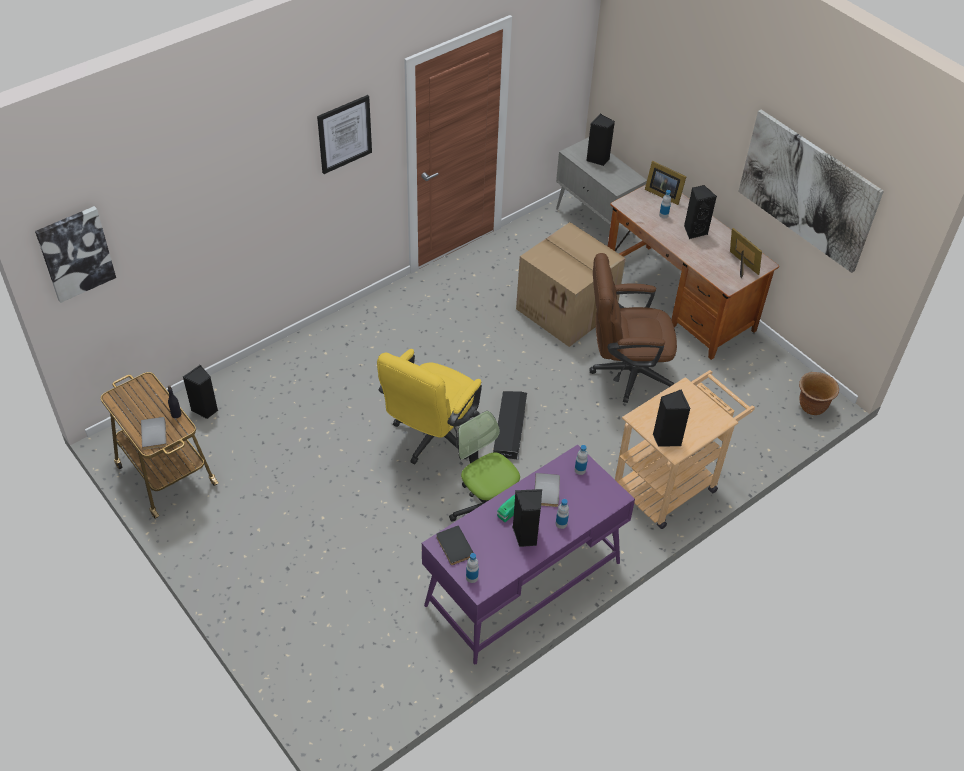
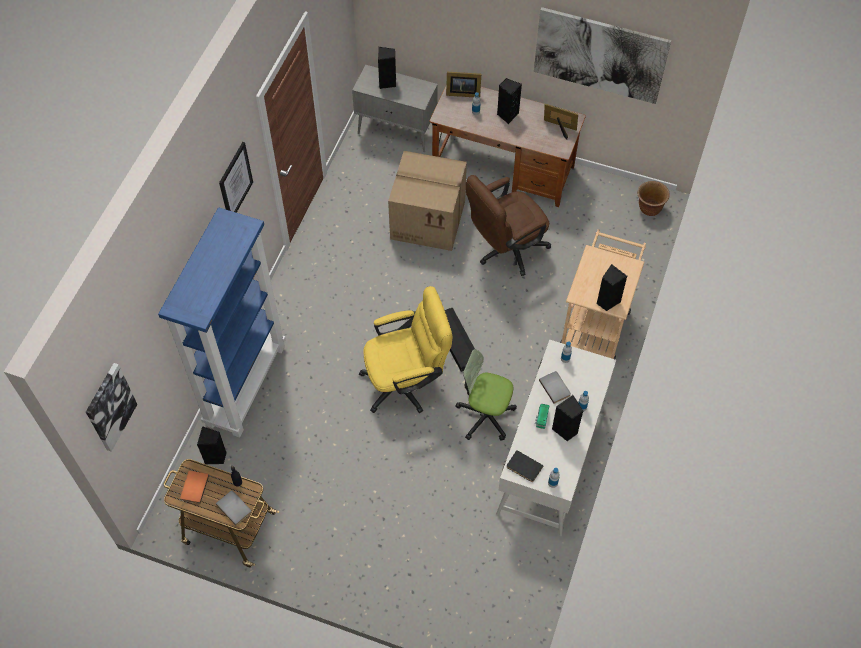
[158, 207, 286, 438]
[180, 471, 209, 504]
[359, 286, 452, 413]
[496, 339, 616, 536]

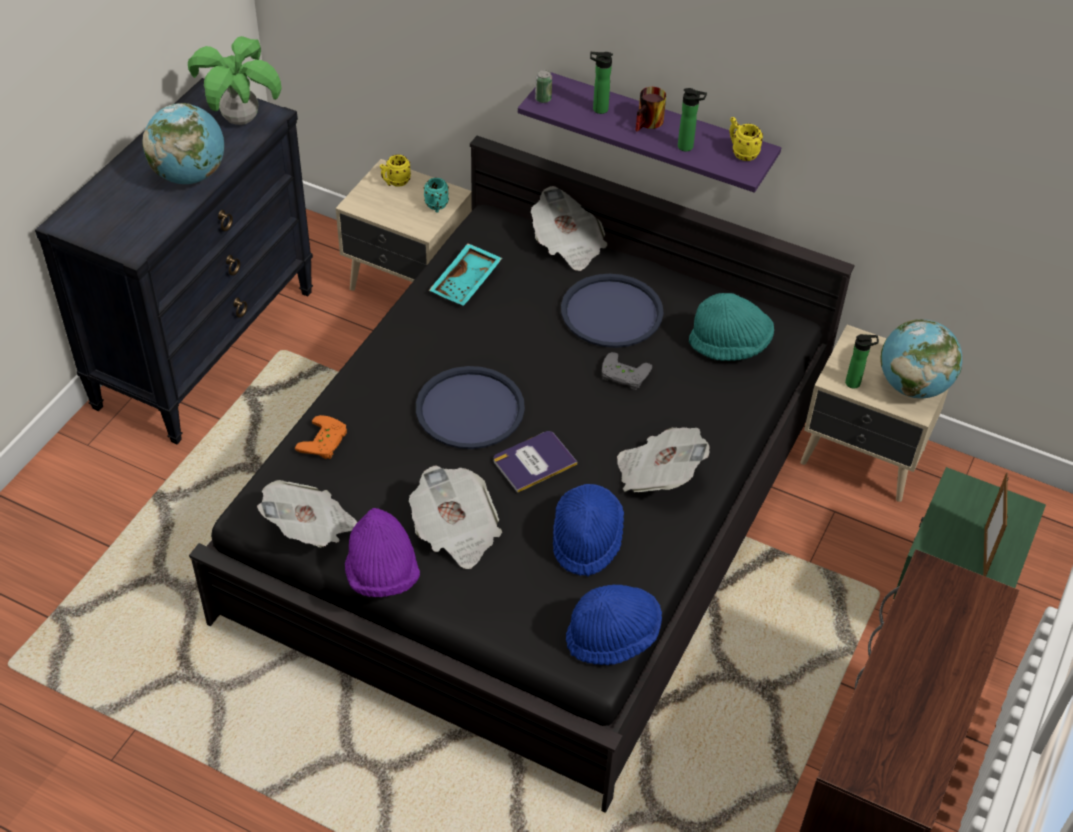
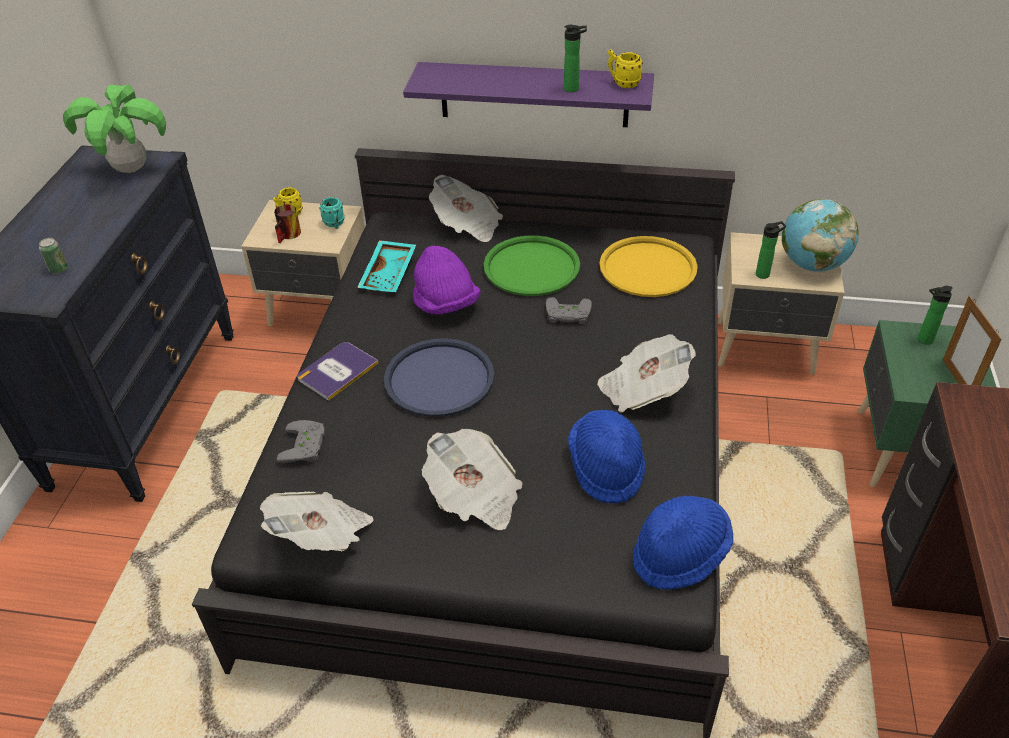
[39, 238, 68, 274]
[274, 204, 301, 243]
[277, 420, 325, 463]
[297, 342, 379, 401]
[413, 246, 481, 315]
[484, 235, 580, 296]
[599, 236, 697, 297]
[918, 286, 953, 344]
[142, 103, 224, 184] (first image)

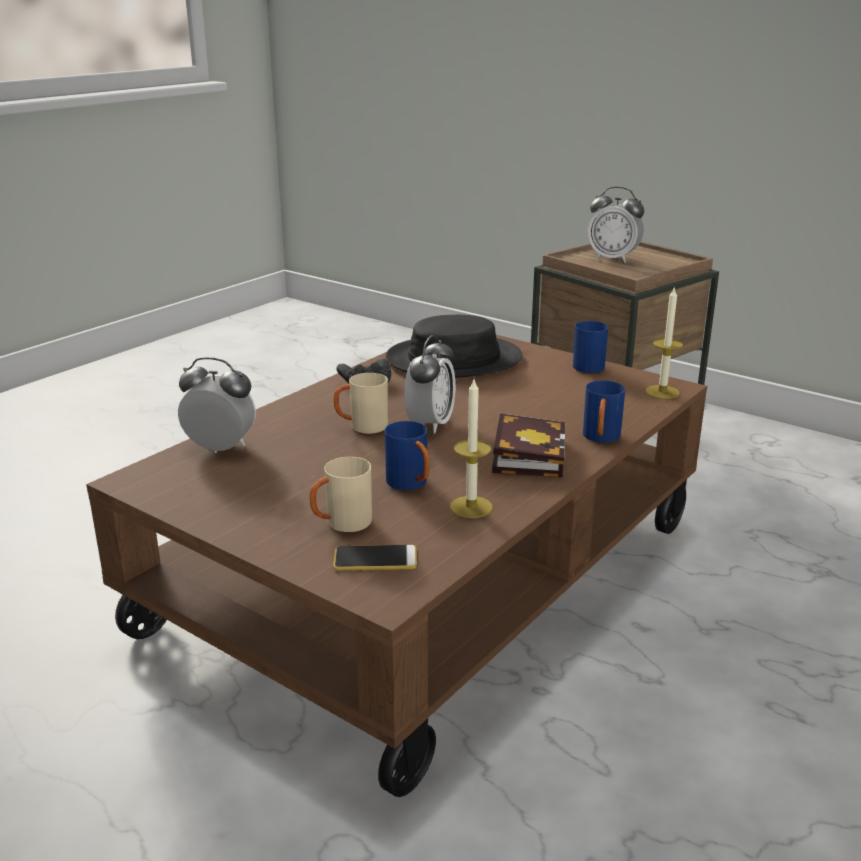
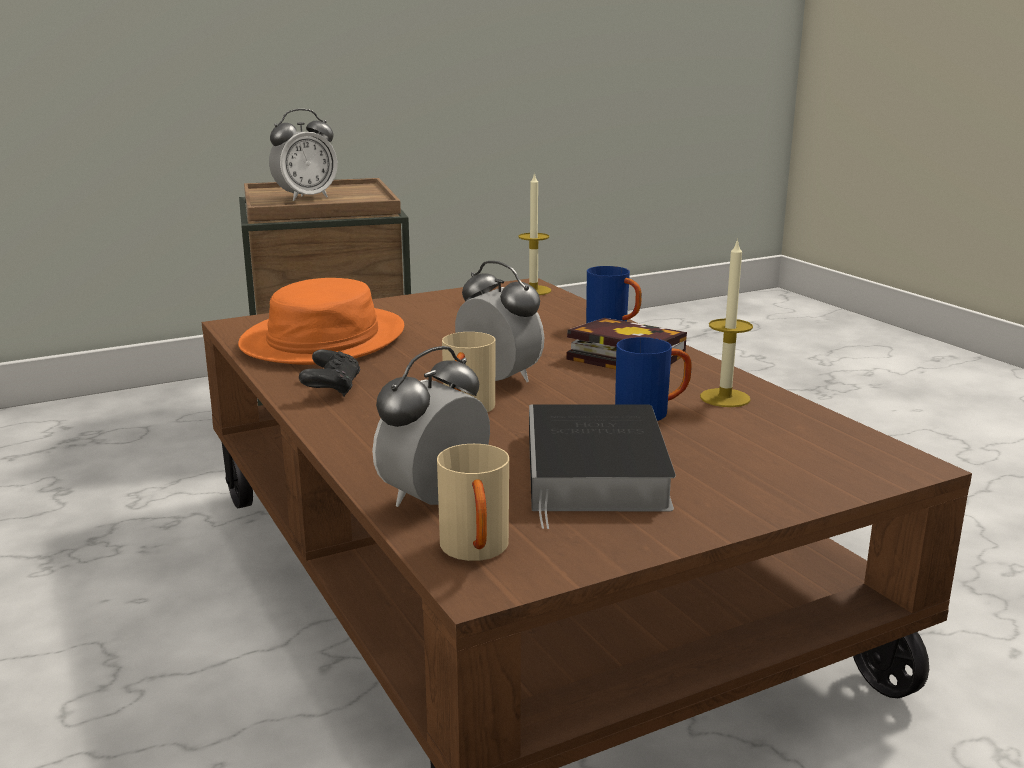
[238, 278, 404, 365]
[437, 444, 509, 561]
[529, 404, 676, 529]
[333, 545, 417, 571] (first image)
[573, 321, 608, 373] (first image)

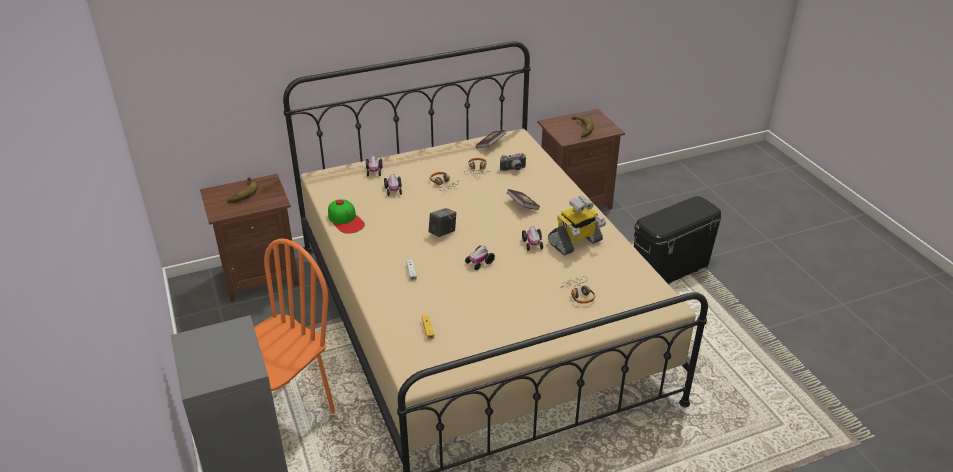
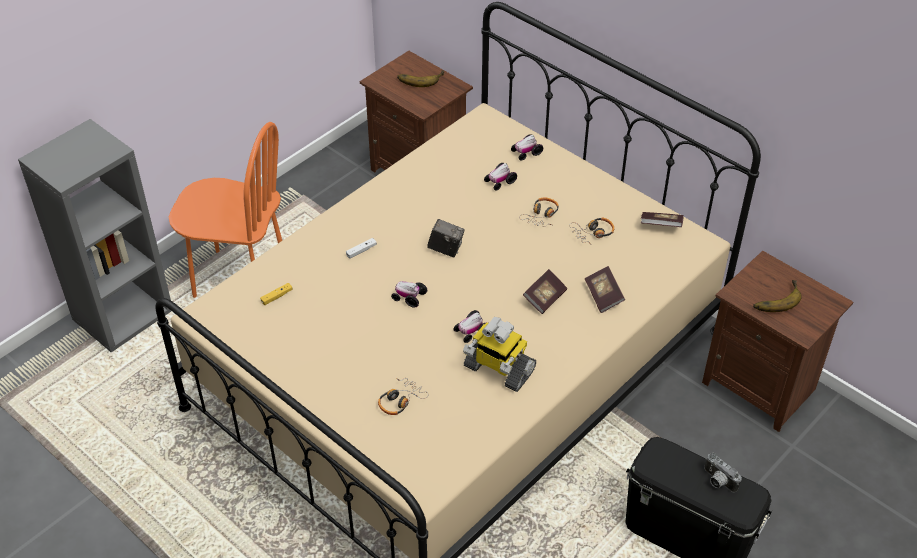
[585, 266, 625, 313]
[704, 453, 742, 492]
[328, 199, 365, 234] (first image)

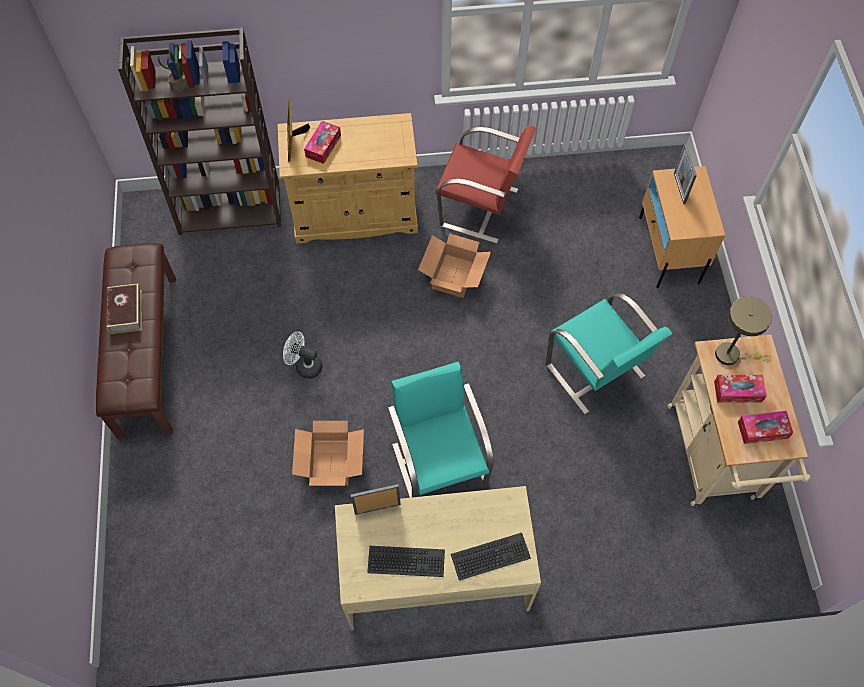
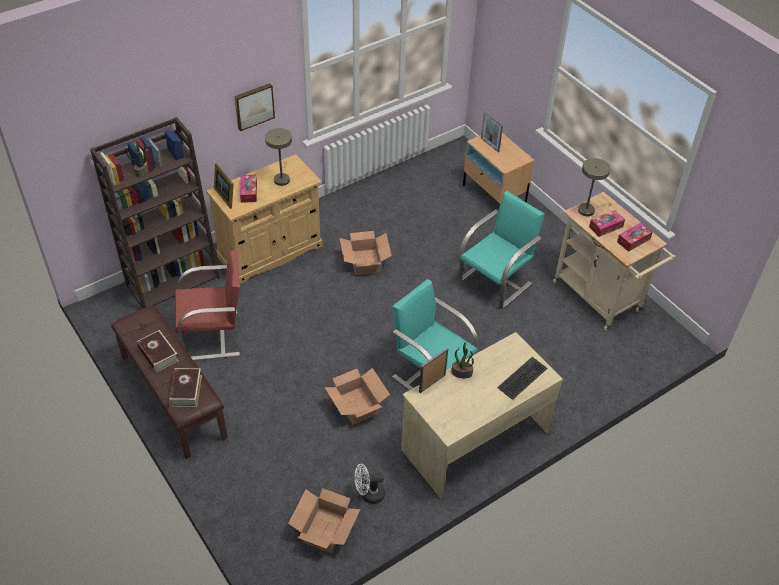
[169, 368, 202, 407]
[175, 250, 240, 361]
[234, 83, 275, 131]
[265, 128, 292, 186]
[288, 488, 360, 553]
[354, 464, 385, 504]
[451, 342, 474, 378]
[458, 191, 545, 309]
[367, 546, 445, 577] (first image)

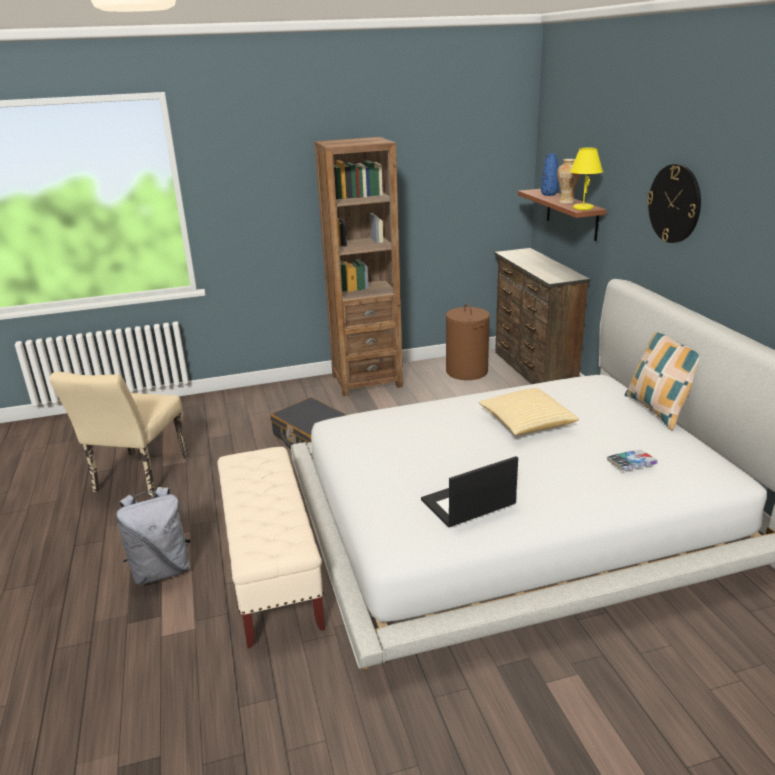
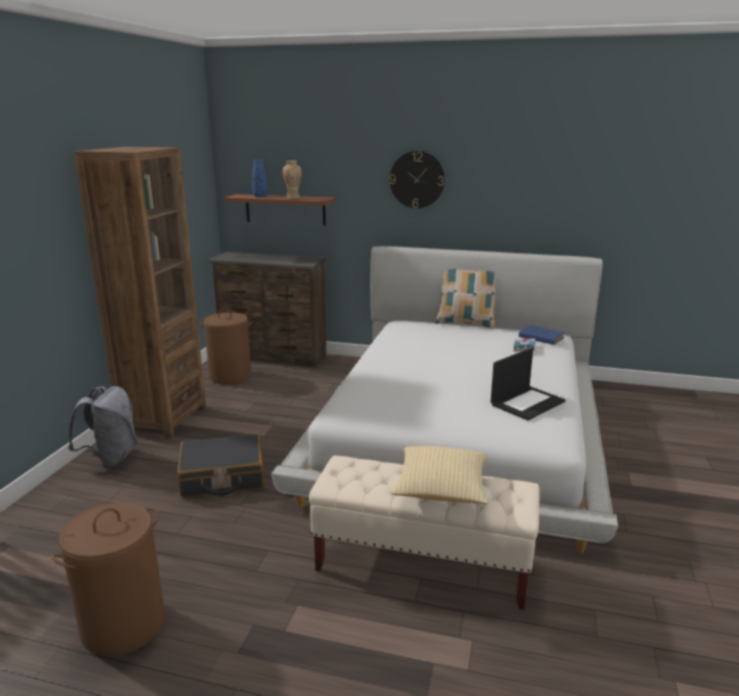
[52, 503, 165, 656]
[68, 386, 137, 469]
[392, 446, 488, 504]
[491, 348, 565, 420]
[519, 325, 565, 345]
[570, 148, 603, 210] (first image)

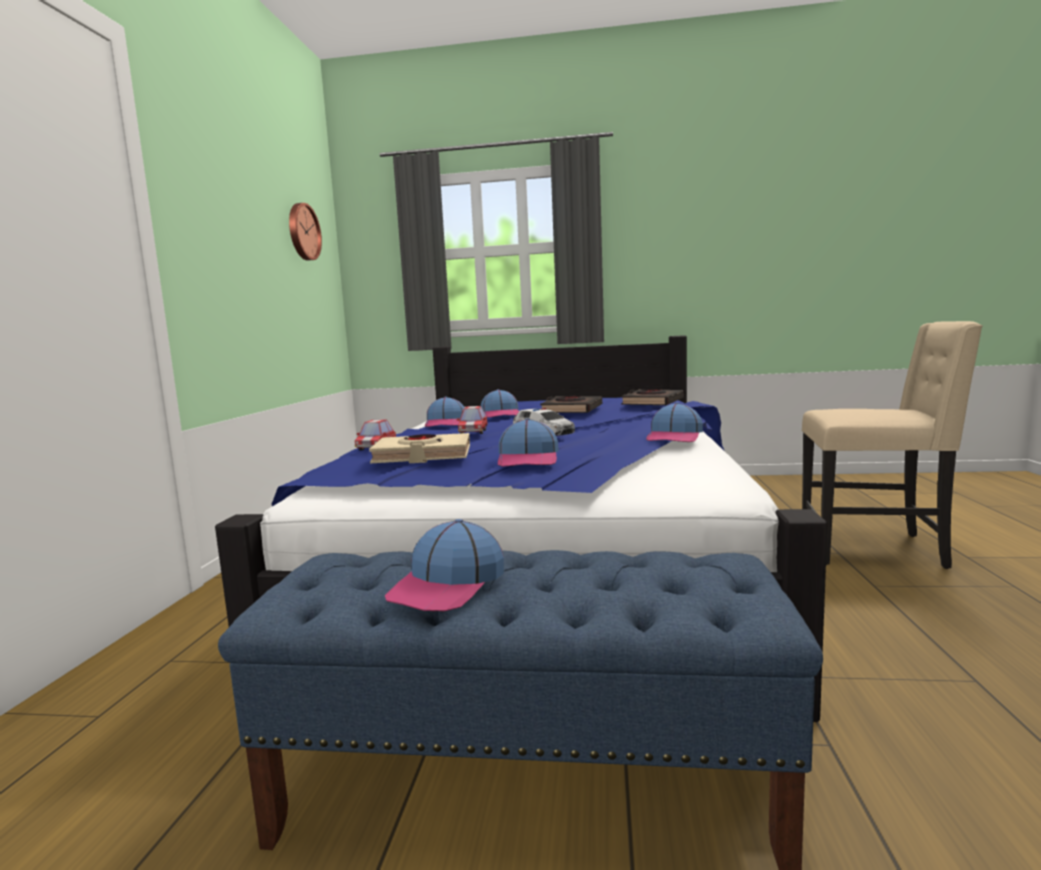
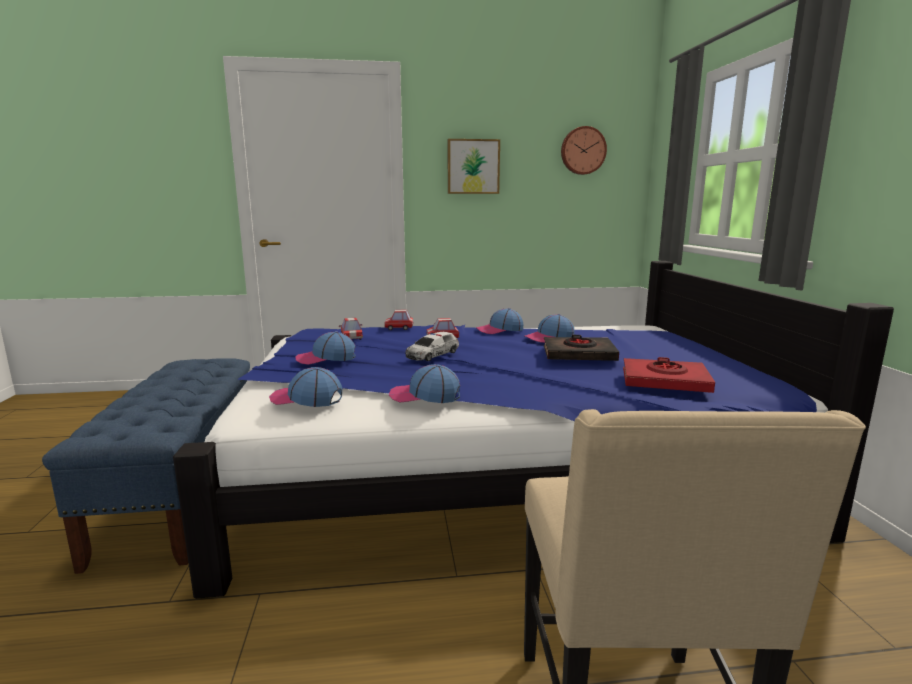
[269, 367, 342, 407]
[339, 318, 363, 340]
[448, 139, 500, 194]
[623, 357, 715, 393]

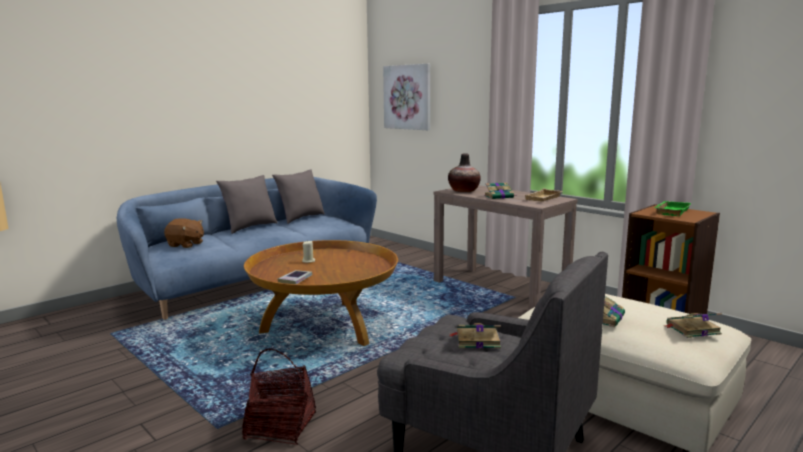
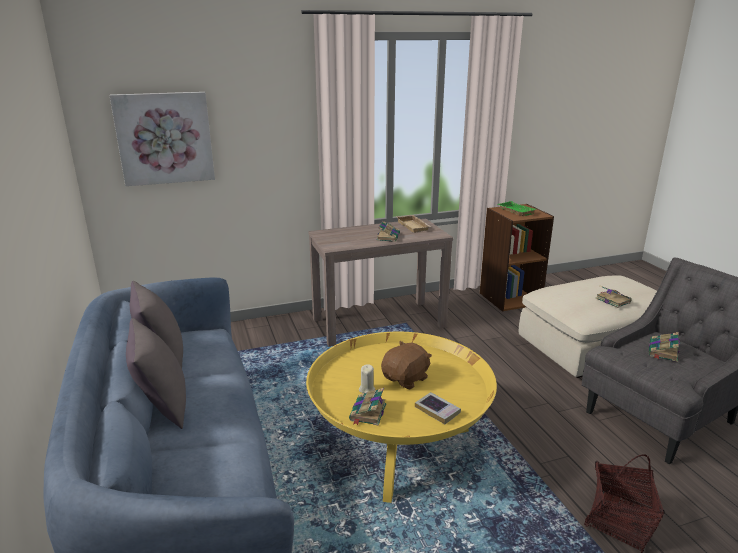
[306, 332, 497, 503]
[349, 388, 386, 426]
[381, 341, 432, 390]
[448, 154, 481, 192] (first image)

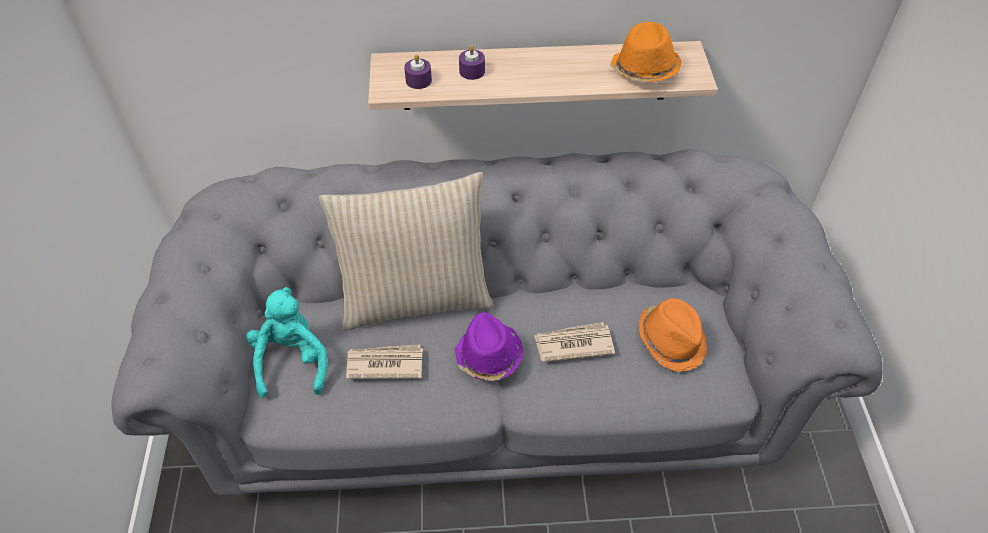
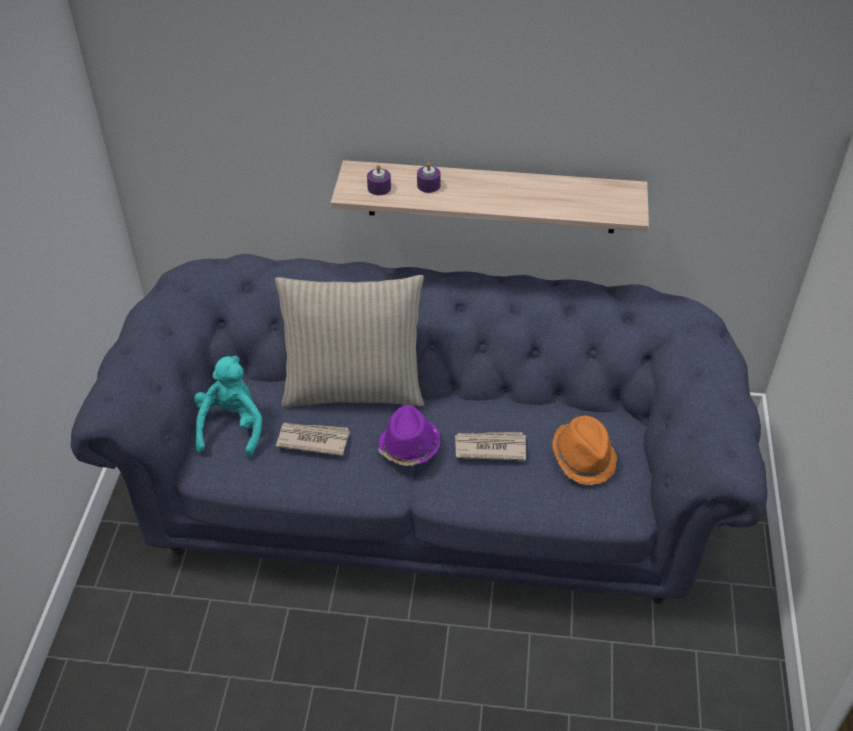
[71, 254, 768, 603]
[610, 22, 682, 82] (first image)

